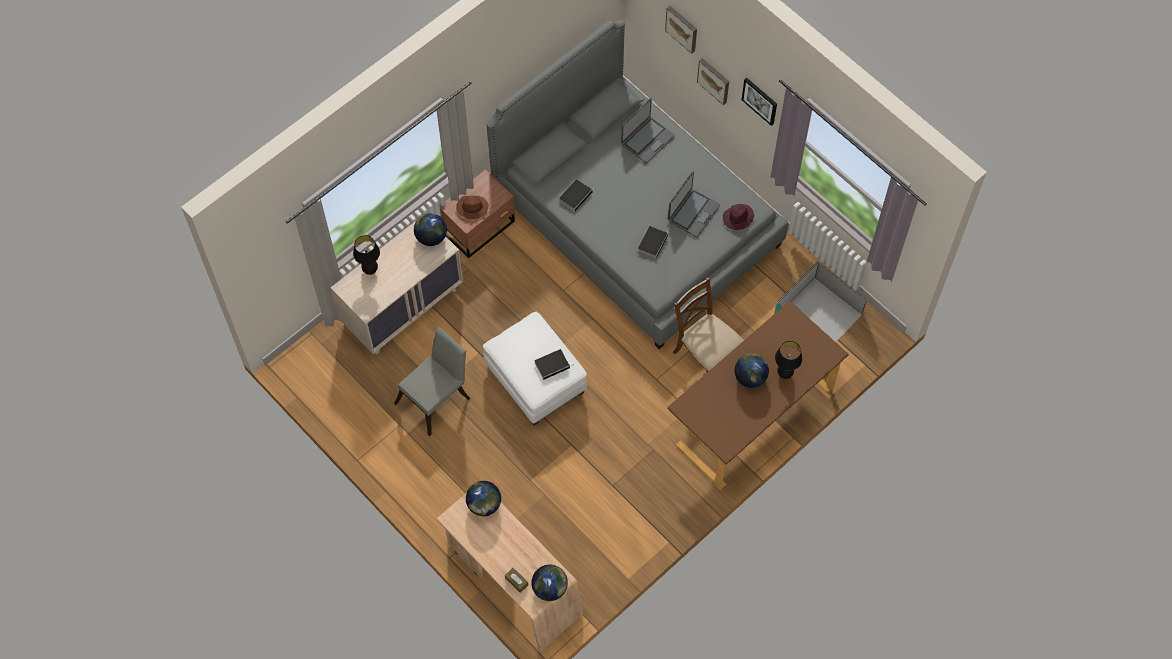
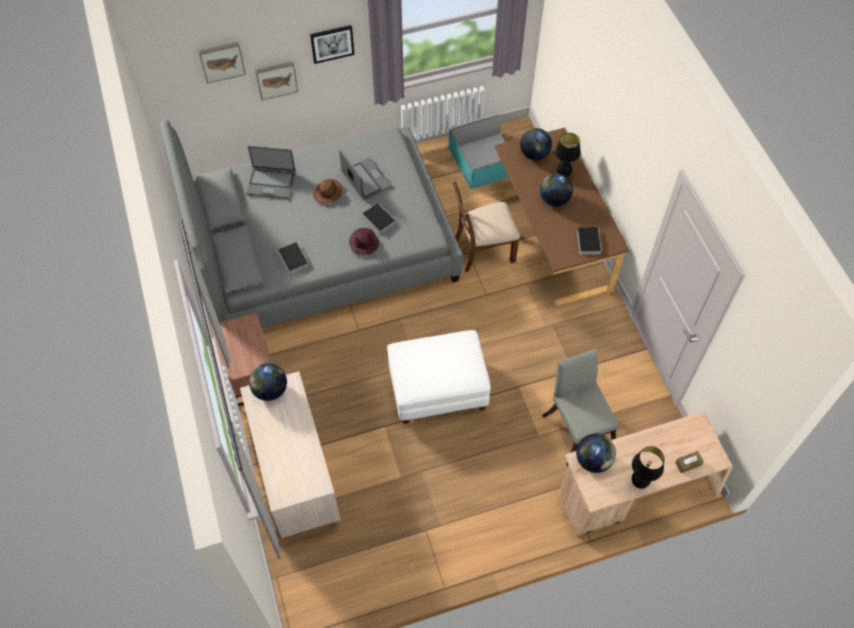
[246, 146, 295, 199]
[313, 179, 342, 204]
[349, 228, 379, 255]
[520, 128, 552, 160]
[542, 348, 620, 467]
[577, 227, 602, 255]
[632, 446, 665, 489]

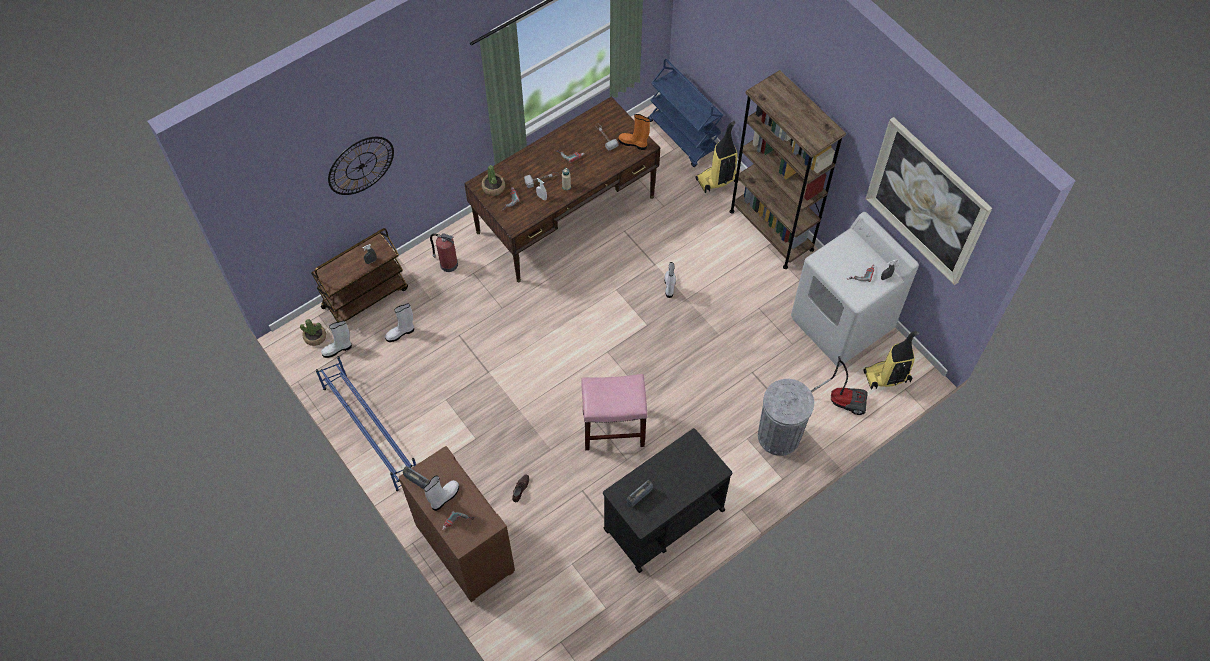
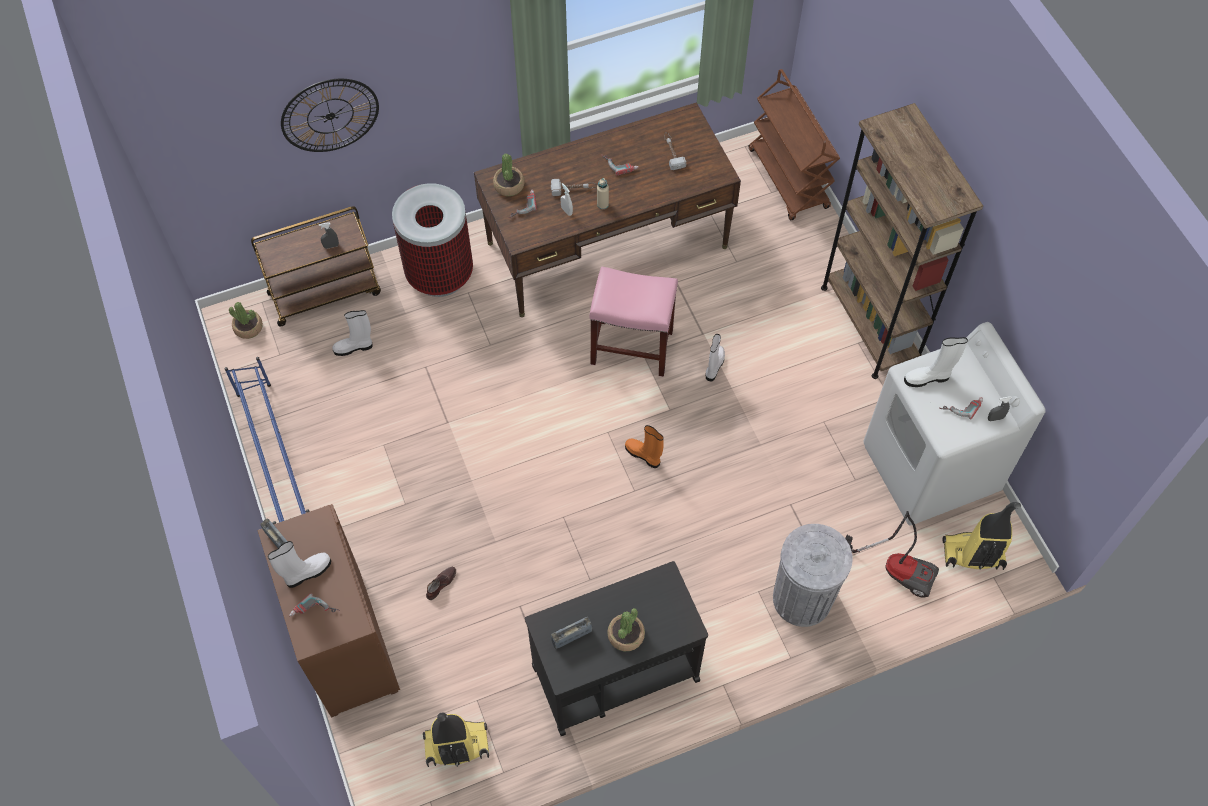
[392, 183, 473, 297]
[423, 713, 489, 767]
[590, 266, 678, 377]
[607, 608, 645, 651]
[625, 425, 664, 468]
[749, 69, 840, 221]
[904, 337, 968, 387]
[865, 117, 992, 285] (first image)

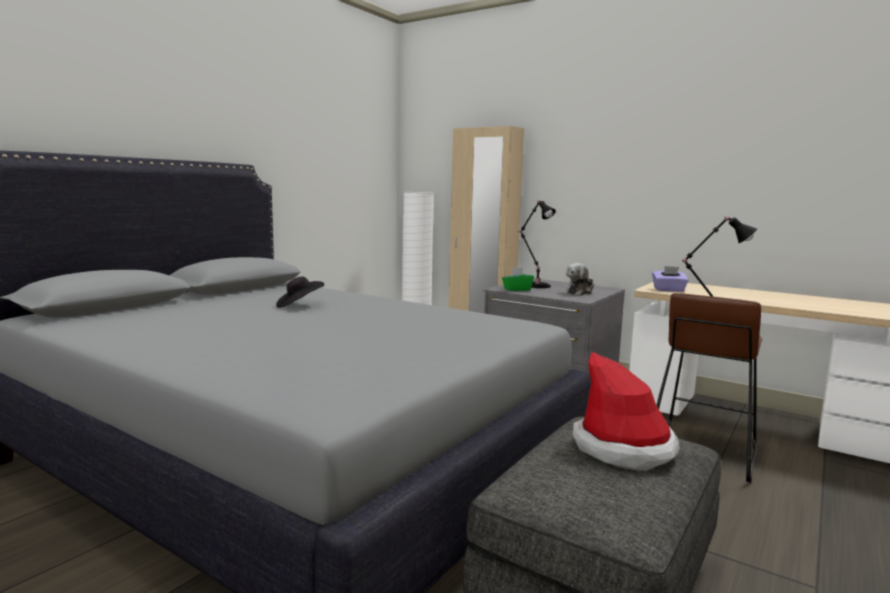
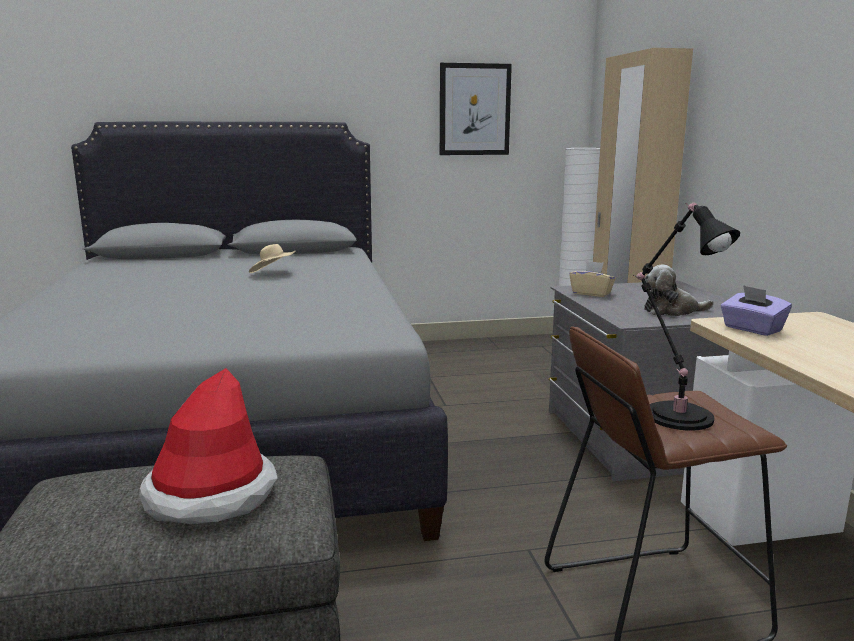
[249, 244, 295, 273]
[440, 63, 512, 155]
[569, 261, 616, 297]
[518, 200, 556, 288] (first image)

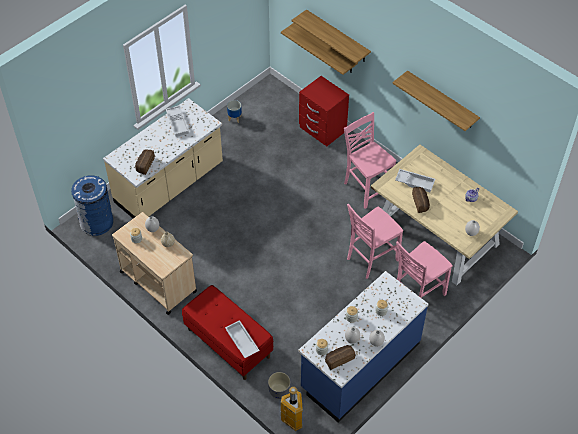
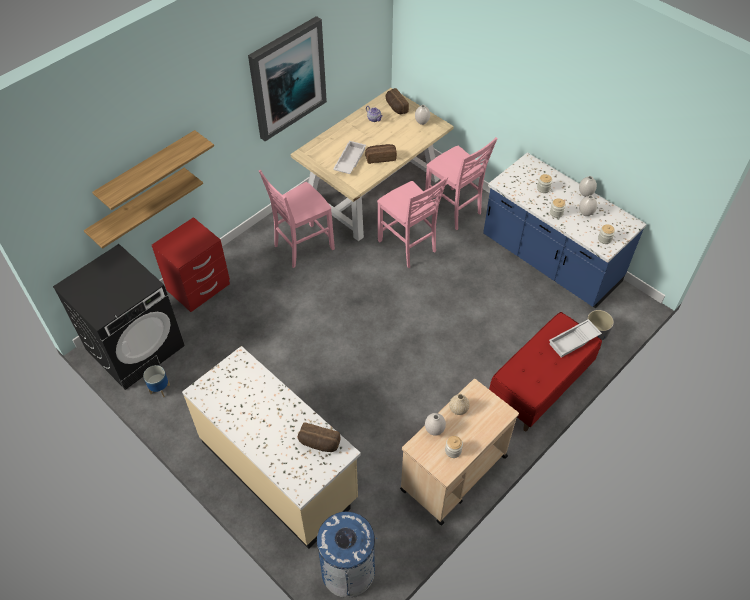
[53, 244, 185, 390]
[248, 16, 327, 141]
[386, 88, 409, 114]
[166, 105, 189, 137] (first image)
[281, 387, 303, 431] (first image)

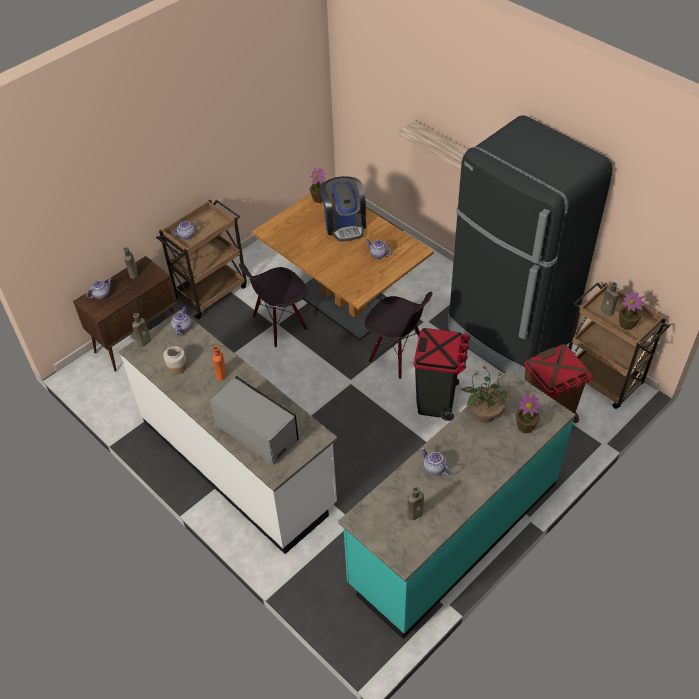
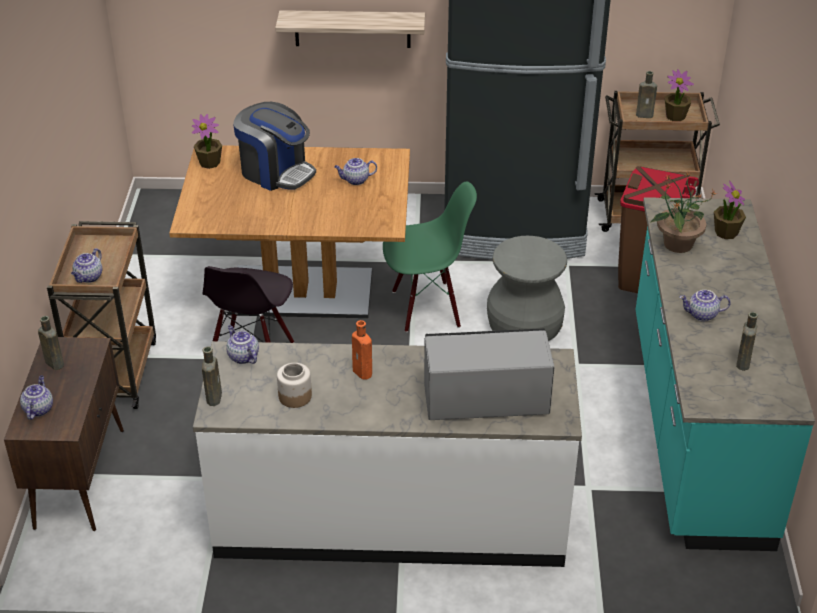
[383, 181, 477, 332]
[487, 236, 567, 341]

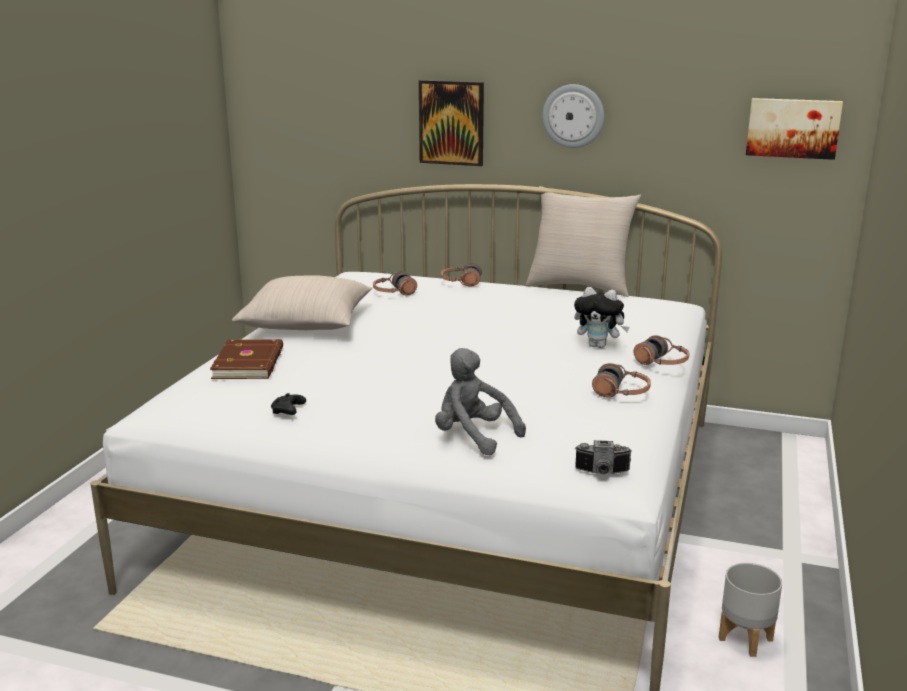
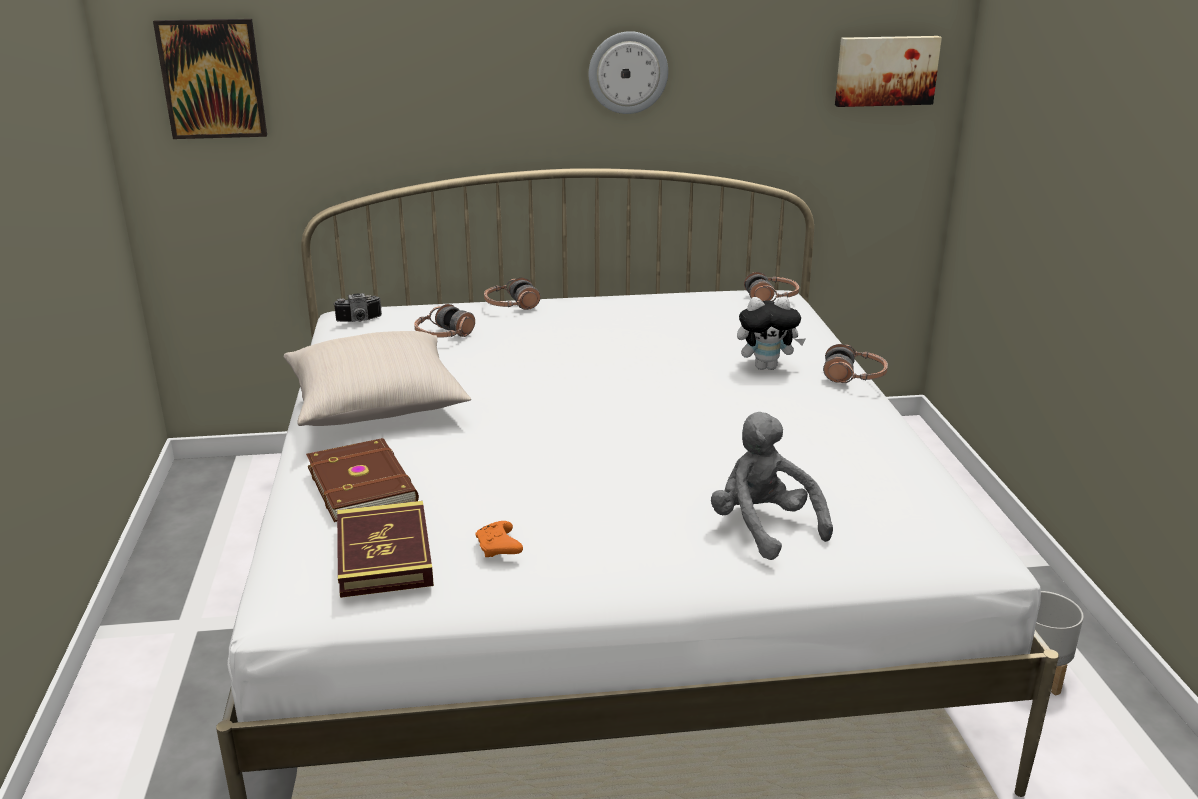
[153, 19, 267, 139]
[333, 293, 382, 322]
[337, 501, 434, 598]
[475, 521, 523, 557]
[711, 412, 833, 560]
[744, 272, 799, 301]
[526, 186, 641, 297] (first image)

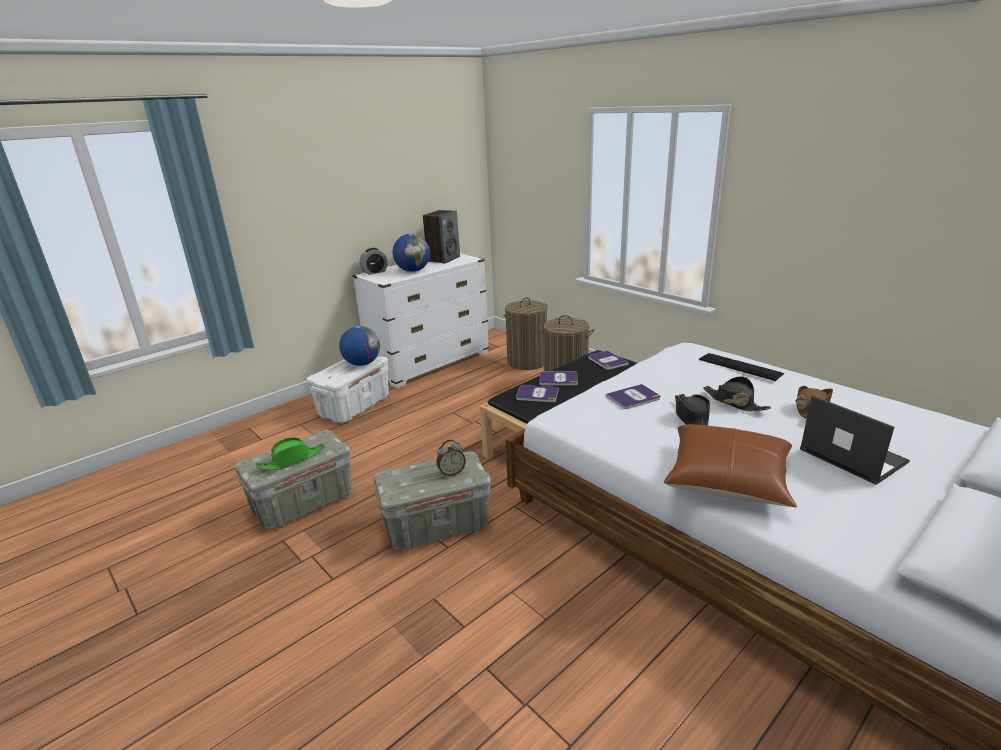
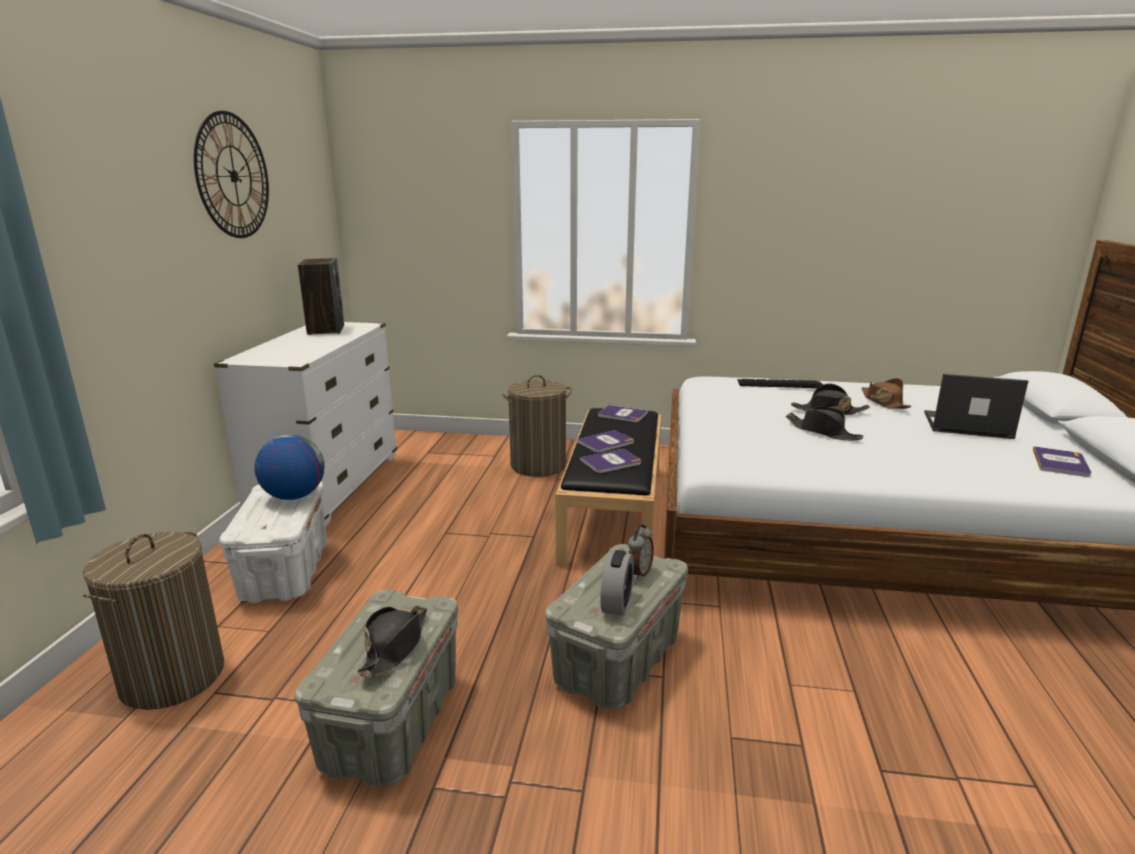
[83, 532, 224, 710]
[194, 111, 269, 238]
[357, 605, 427, 678]
[600, 550, 634, 616]
[1033, 446, 1091, 477]
[393, 234, 430, 272] (first image)
[664, 424, 797, 507] (first image)

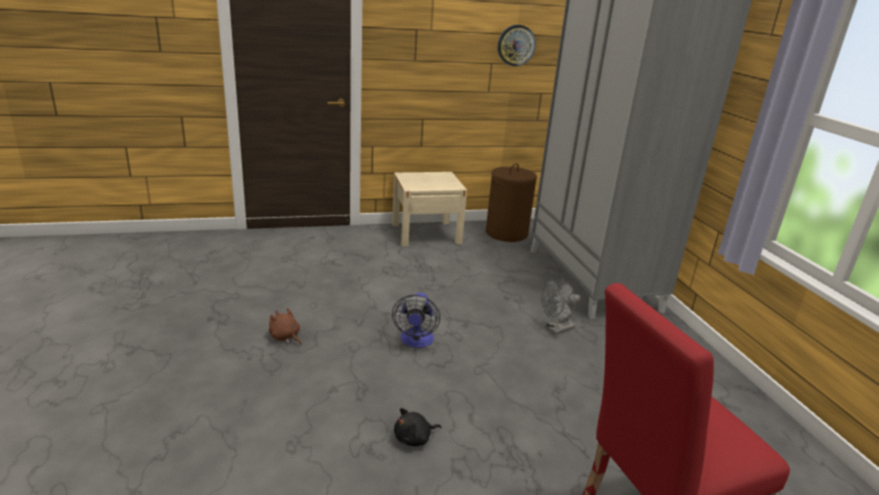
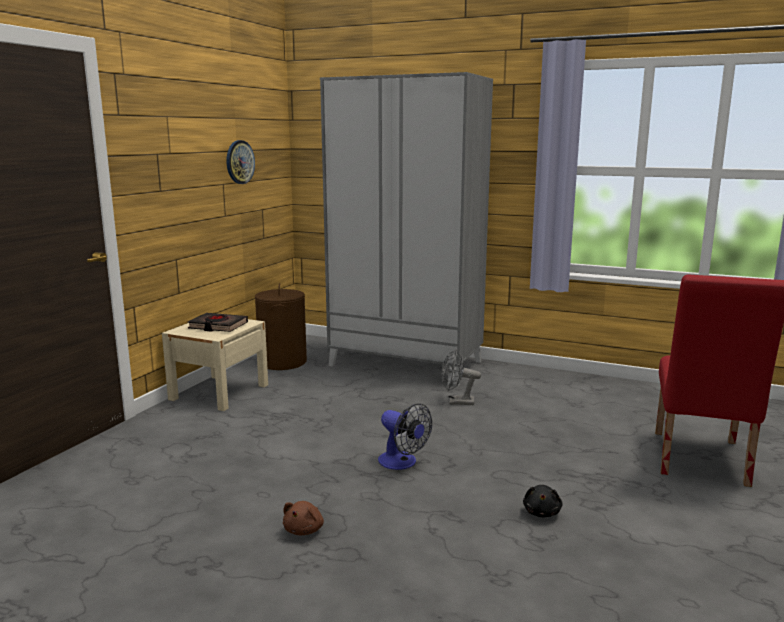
[187, 313, 248, 332]
[283, 501, 324, 535]
[441, 349, 481, 405]

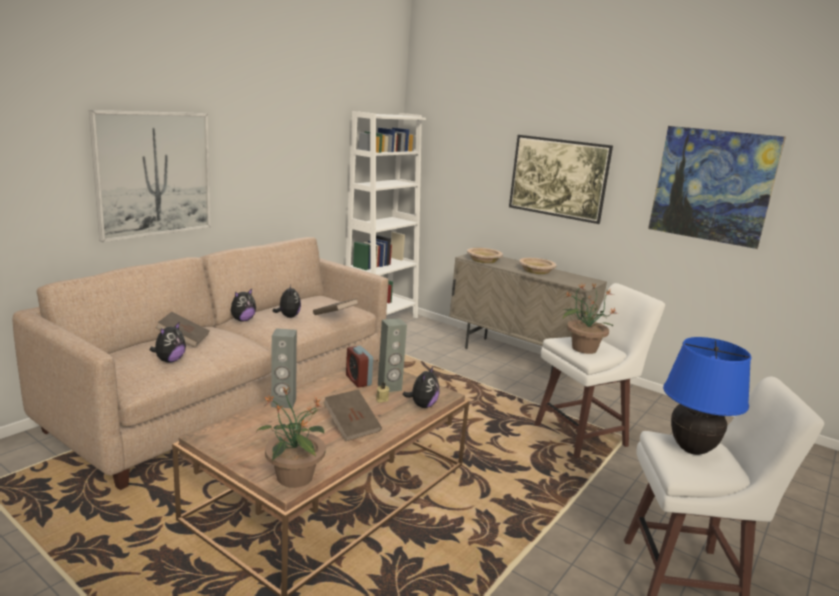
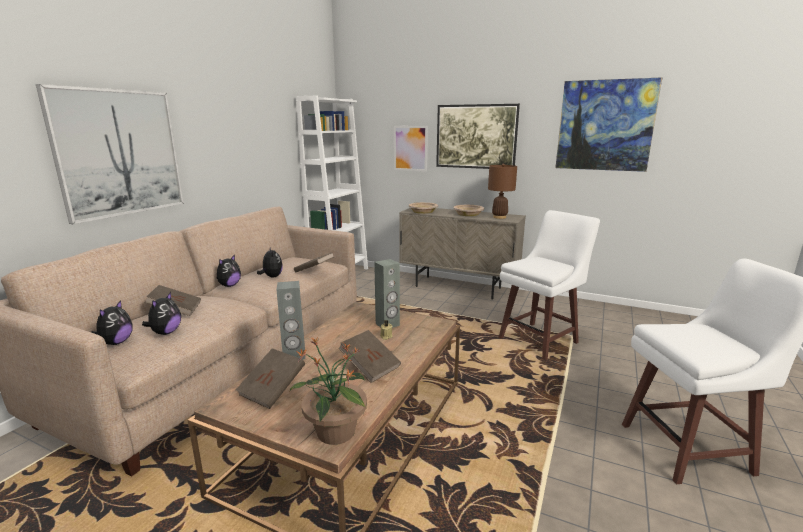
[91, 300, 133, 345]
[236, 348, 305, 409]
[394, 126, 428, 171]
[488, 164, 517, 219]
[346, 346, 373, 387] (first image)
[563, 283, 616, 354] (first image)
[663, 337, 751, 455] (first image)

